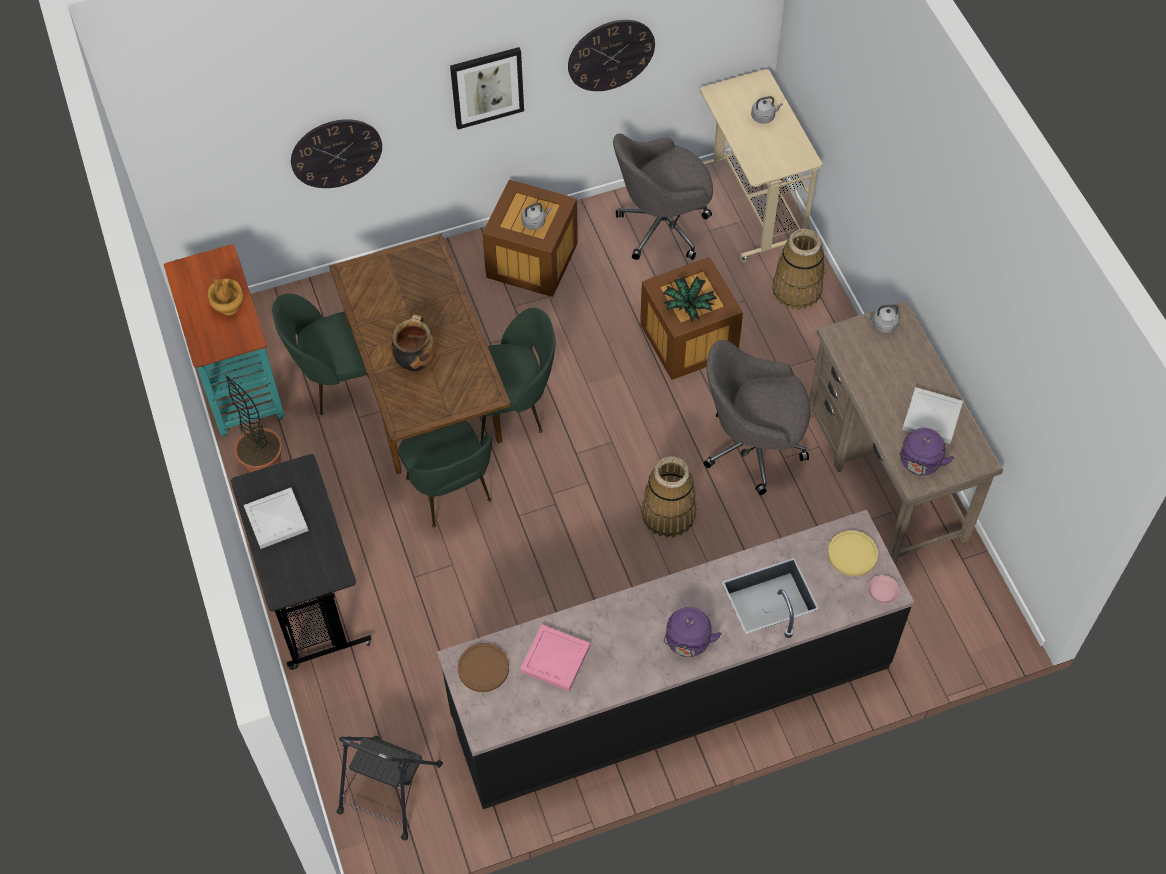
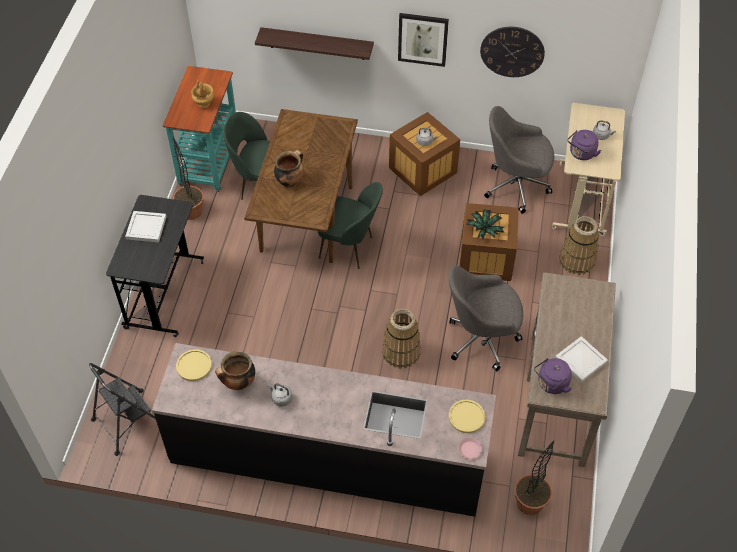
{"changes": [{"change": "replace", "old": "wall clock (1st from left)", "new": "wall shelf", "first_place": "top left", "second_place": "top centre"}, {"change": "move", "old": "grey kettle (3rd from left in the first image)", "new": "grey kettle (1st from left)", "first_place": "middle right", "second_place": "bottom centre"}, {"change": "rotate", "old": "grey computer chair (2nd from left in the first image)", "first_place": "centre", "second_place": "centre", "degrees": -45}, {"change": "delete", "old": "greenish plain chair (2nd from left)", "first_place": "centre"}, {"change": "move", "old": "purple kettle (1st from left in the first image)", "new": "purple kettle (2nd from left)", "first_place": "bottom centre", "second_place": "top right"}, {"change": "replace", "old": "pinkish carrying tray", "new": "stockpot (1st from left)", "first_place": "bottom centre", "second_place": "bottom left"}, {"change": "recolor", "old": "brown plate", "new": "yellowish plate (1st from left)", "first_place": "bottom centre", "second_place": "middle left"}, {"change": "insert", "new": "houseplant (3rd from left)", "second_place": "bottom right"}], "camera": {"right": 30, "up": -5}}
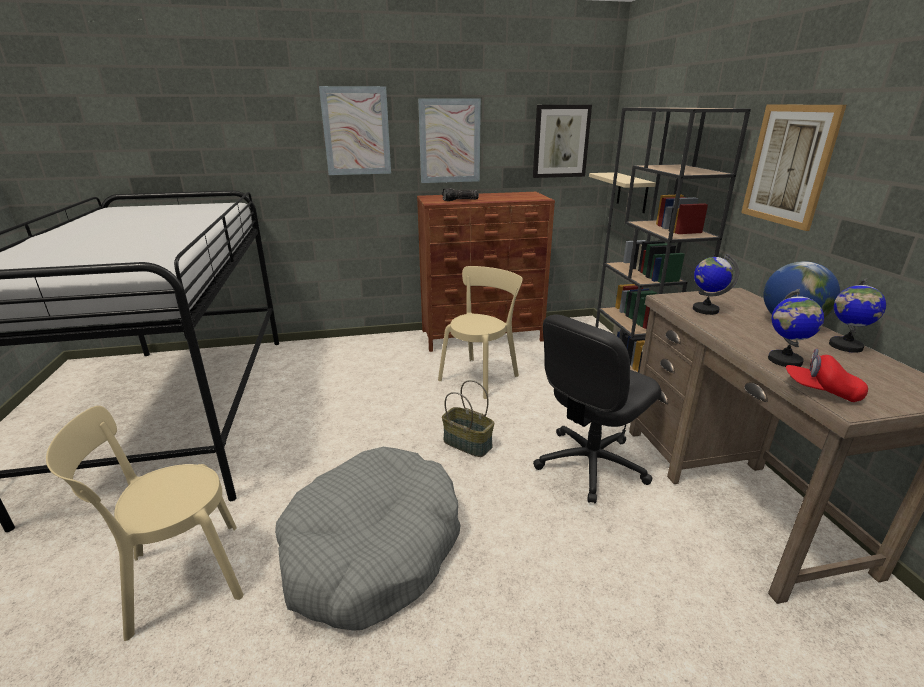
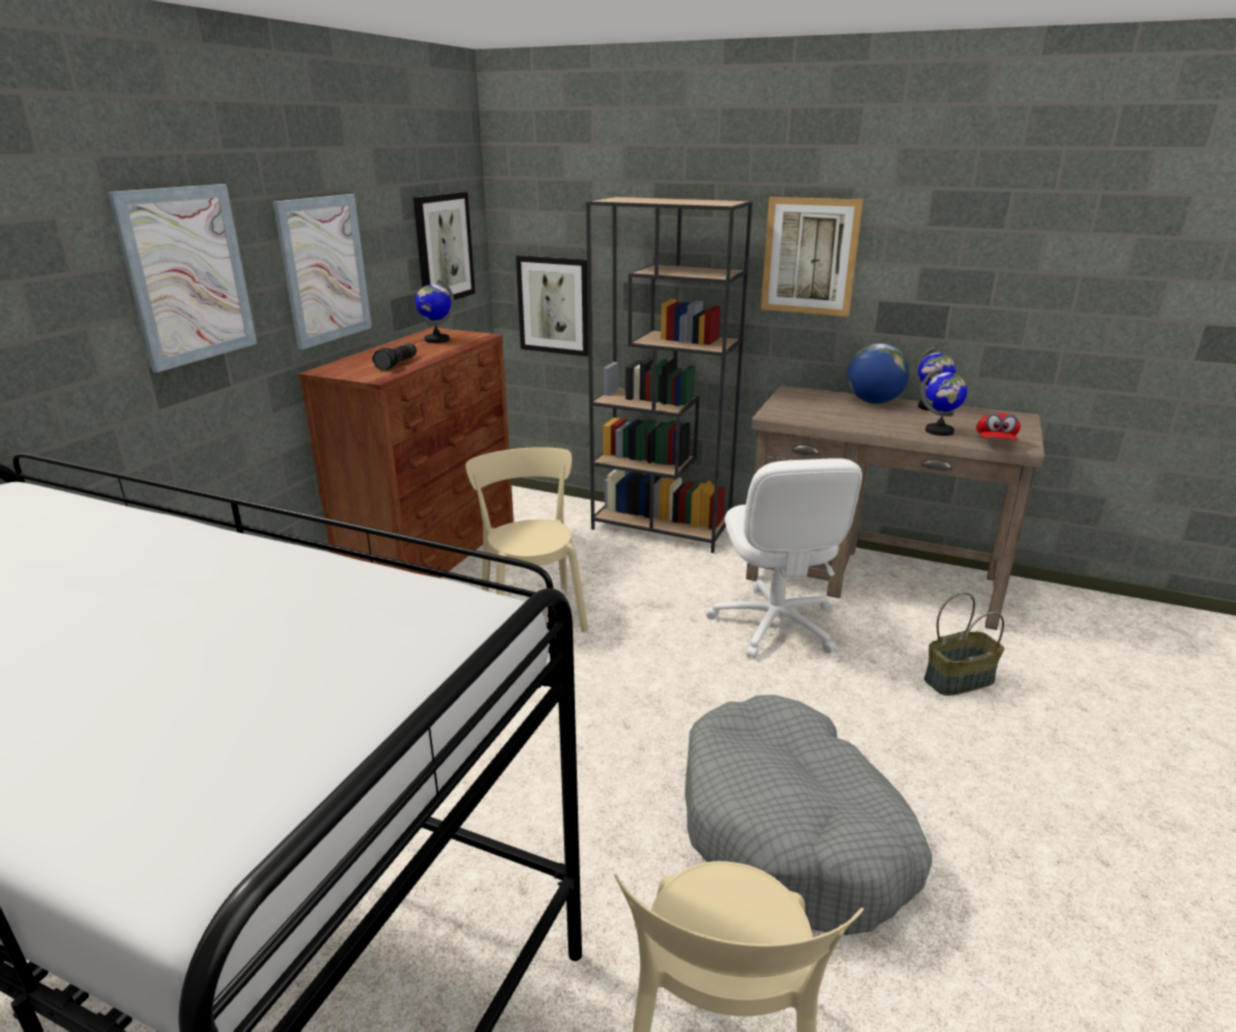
{"changes": [{"change": "replace", "old": "beige-coloured wall shelf", "new": "wall picture (4th from left)", "first_place": "top right", "second_place": "top centre"}, {"change": "move", "old": "globe (1st from left)", "first_place": "middle right", "second_place": "top centre"}, {"change": "recolor", "old": "black computer chair", "new": "whitish computer chair", "first_place": "centre", "second_place": "centre"}, {"change": "rotate", "old": "red-coloured cap", "first_place": "middle right", "second_place": "middle right", "degrees": -45}, {"change": "move", "old": "household basket", "first_place": "centre", "second_place": "middle right"}], "camera": {"right": -55, "up": 0}}
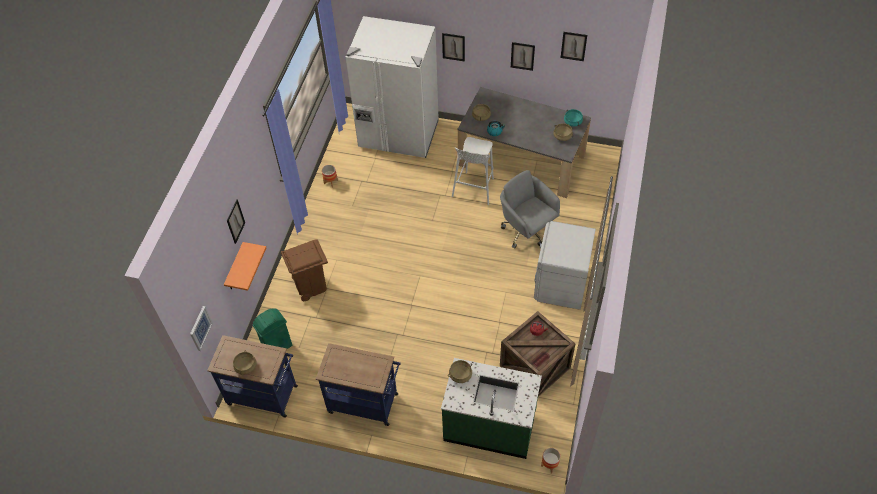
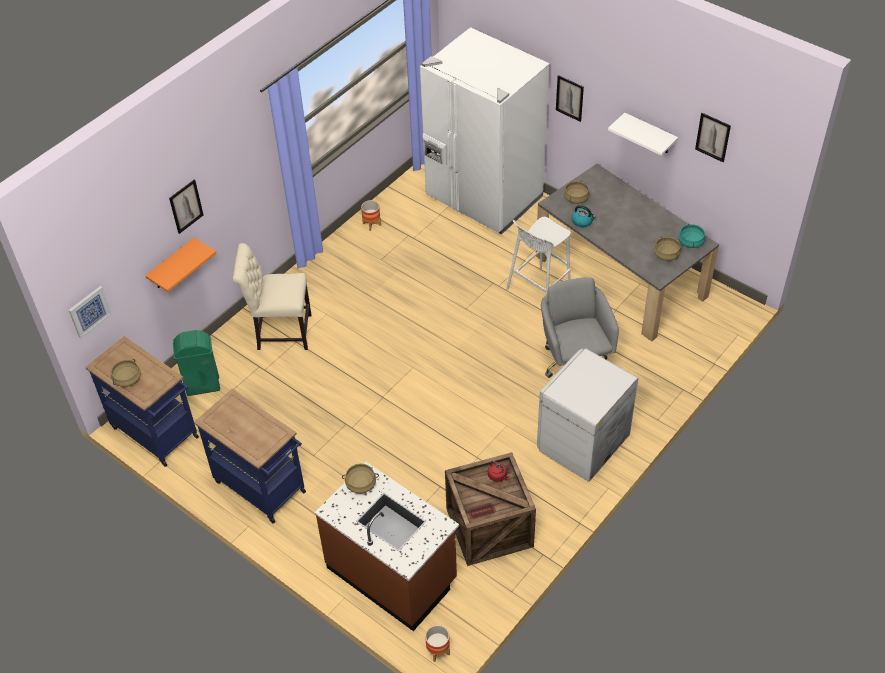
{"changes": [{"change": "replace", "old": "wall picture (4th from left)", "new": "whitish wall shelf", "first_place": "top centre", "second_place": "top right"}, {"change": "replace", "old": "brown rubbish bin", "new": "beige-coloured plain chair", "first_place": "centre", "second_place": "middle left"}, {"change": "recolor", "old": "greenish kitchen base unit", "new": "brown kitchen base unit", "first_place": "bottom centre", "second_place": "bottom centre"}], "camera": {"right": 25, "up": -5}}
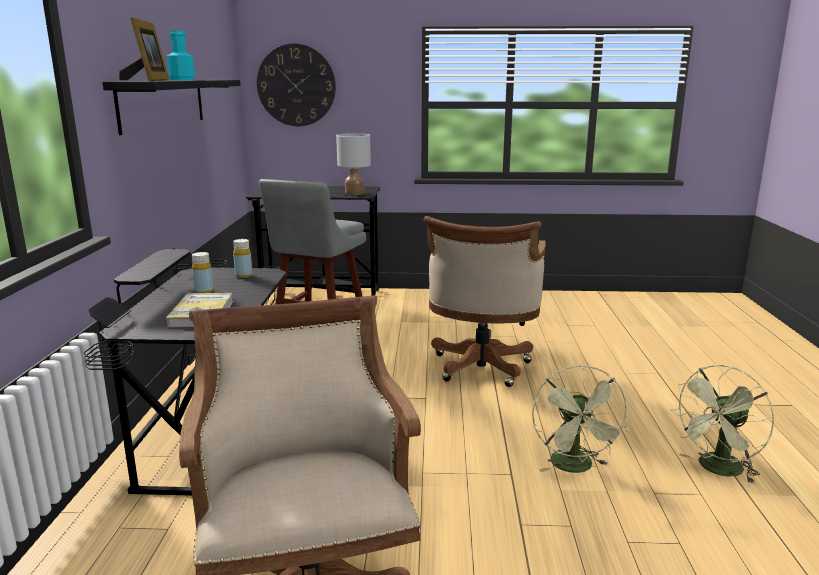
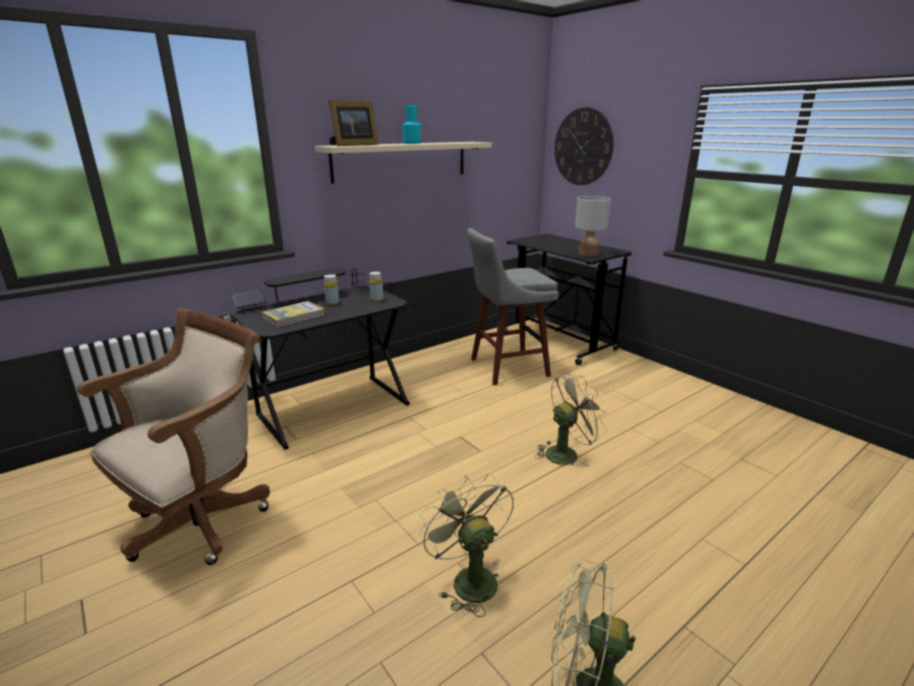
{"changes": [{"change": "recolor", "old": "black wall shelf", "new": "beige-coloured wall shelf", "first_place": "top left", "second_place": "top centre"}, {"change": "replace", "old": "computer chair (2nd from left)", "new": "beige-coloured fan", "first_place": "centre", "second_place": "centre"}, {"change": "rotate", "old": "greenish fan (1st from left)", "first_place": "bottom right", "second_place": "bottom centre", "degrees": 105}], "camera": {"right": 50, "up": 5}}
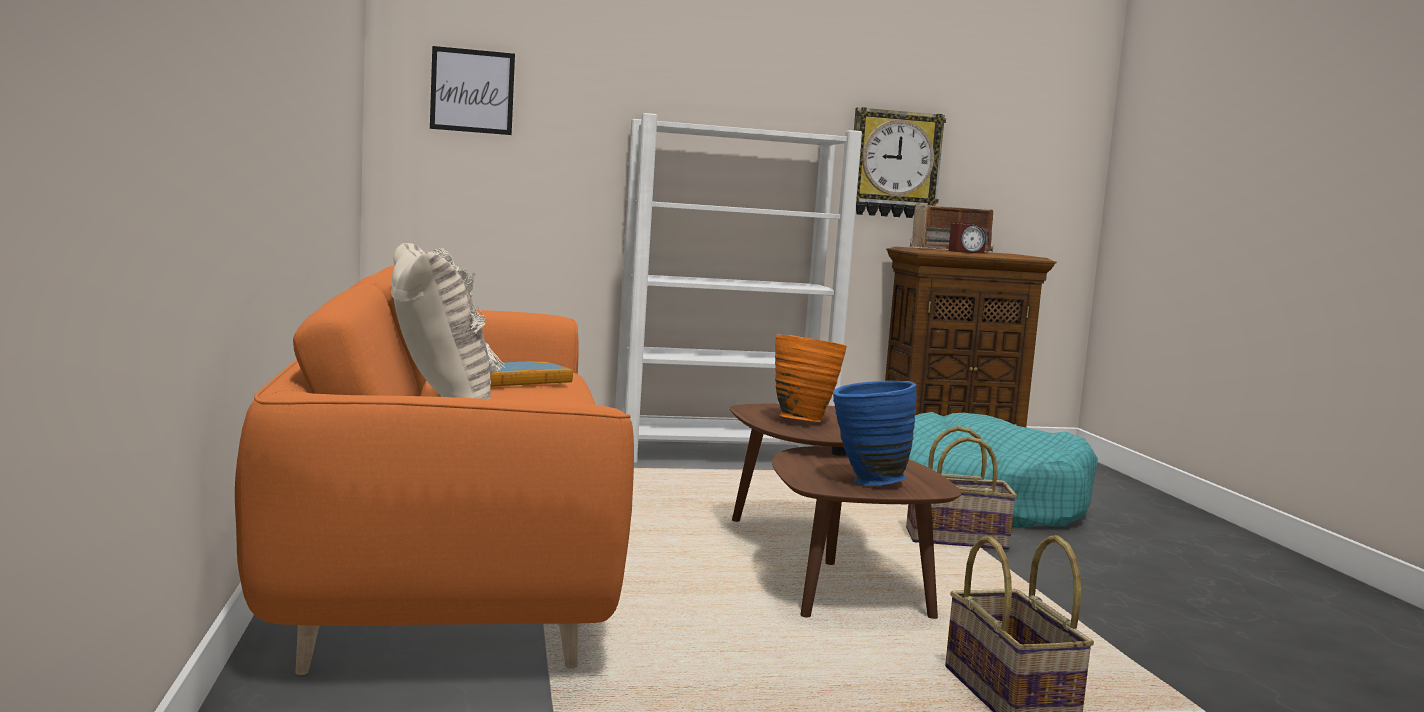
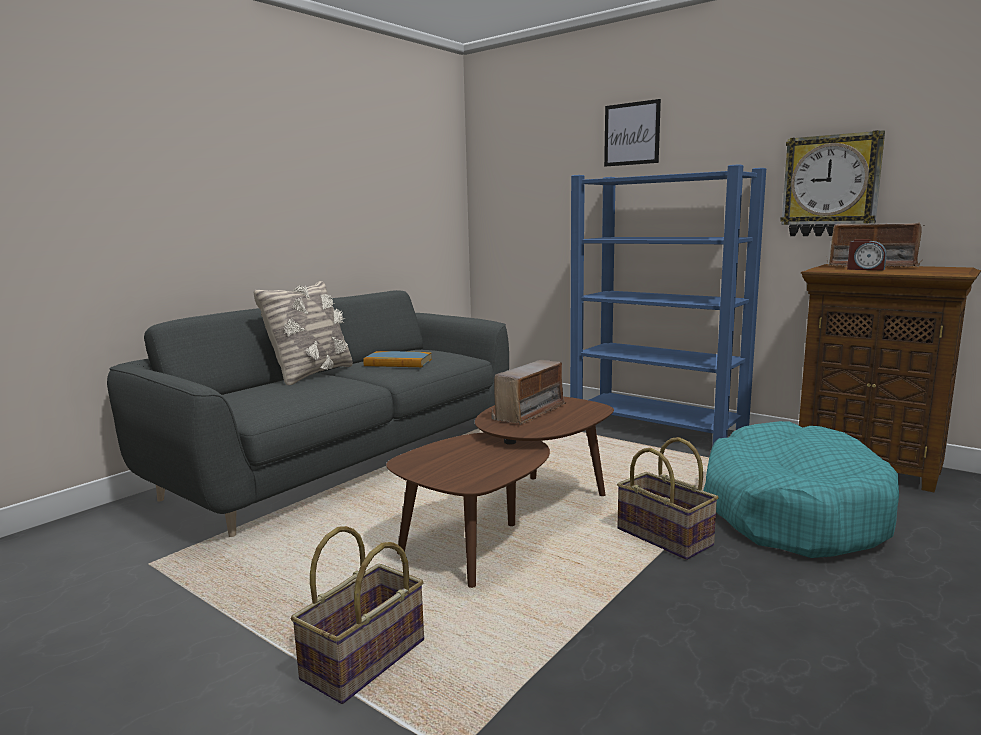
{"changes": [{"change": "move", "old": "wall picture", "first_place": "top left", "second_place": "top centre"}, {"change": "recolor", "old": "whitish bookcase", "new": "blue-coloured bookcase", "first_place": "centre", "second_place": "middle right"}, {"change": "recolor", "old": "orangey settee", "new": "grey settee", "first_place": "middle left", "second_place": "middle left"}, {"change": "replace", "old": "orangey flower vase", "new": "radio set (1st from left)", "first_place": "centre", "second_place": "centre"}, {"change": "delete", "old": "blue-coloured flower vase", "first_place": "centre"}], "camera": {"right": 50, "up": 5}}
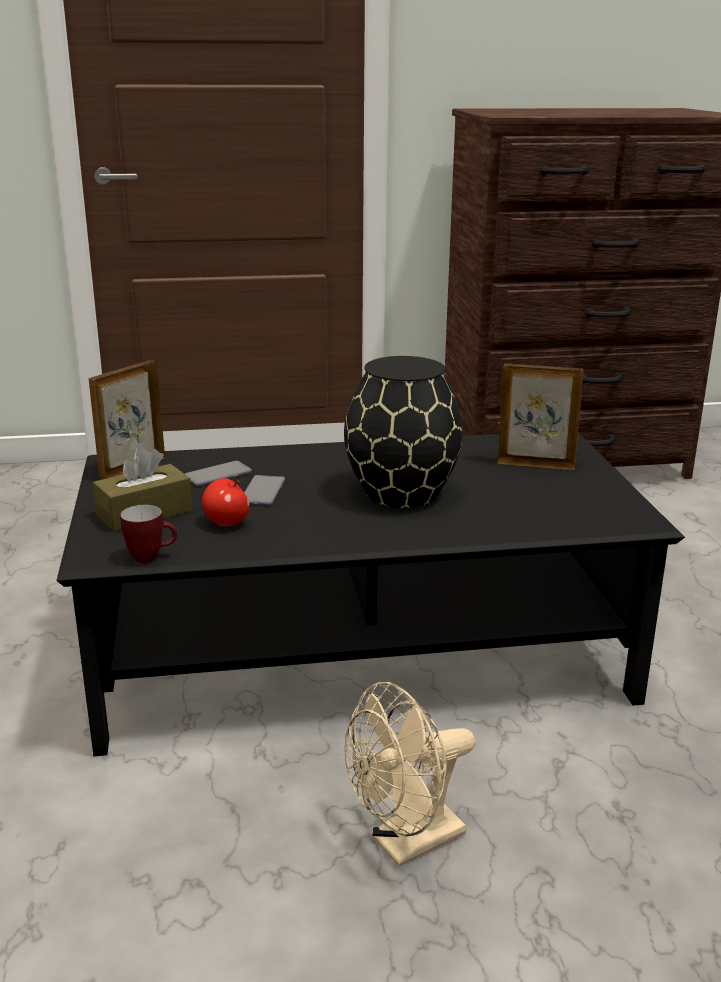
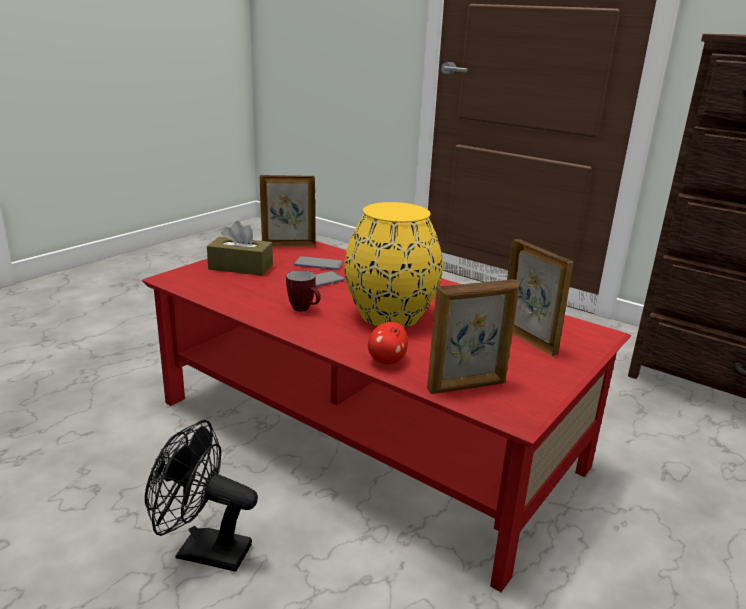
{"changes": [{"change": "recolor", "old": "black flower vase", "new": "yellowish flower vase", "first_place": "centre", "second_place": "centre"}, {"change": "recolor", "old": "black low table", "new": "red-coloured low table", "first_place": "centre", "second_place": "bottom centre"}, {"change": "move", "old": "apple fruit", "first_place": "middle left", "second_place": "centre"}, {"change": "move", "old": "mug", "first_place": "middle left", "second_place": "centre"}, {"change": "recolor", "old": "beige-coloured fan", "new": "black fan", "first_place": "bottom centre", "second_place": "bottom left"}, {"change": "insert", "new": "picture frame (2nd from left)", "second_place": "centre"}], "camera": {"right": 45, "up": 0}}
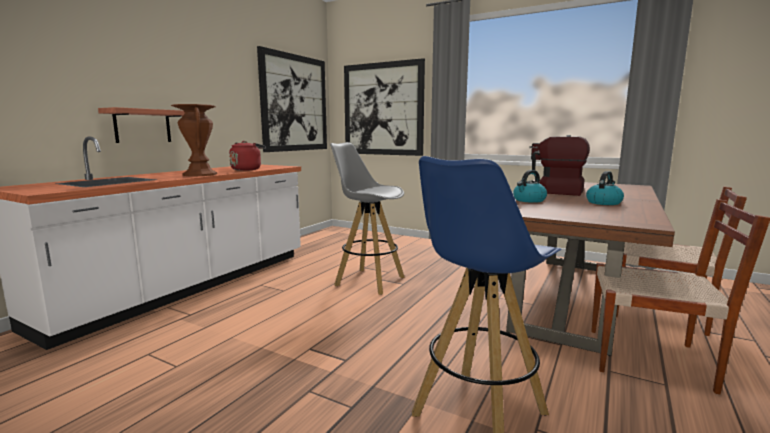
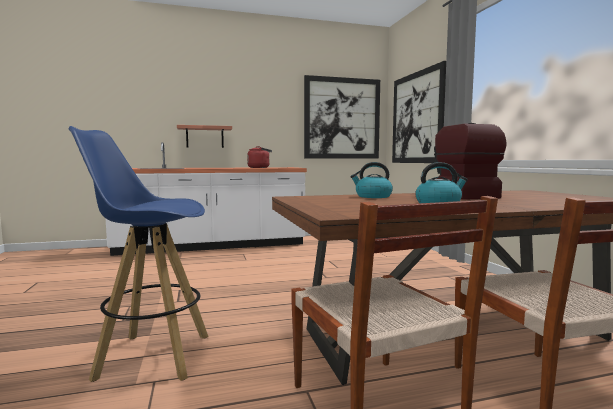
{"changes": [{"change": "delete", "old": "brown flower vase", "first_place": "top left"}, {"change": "delete", "old": "grey stool", "first_place": "centre"}], "camera": {"right": 45, "up": -5}}
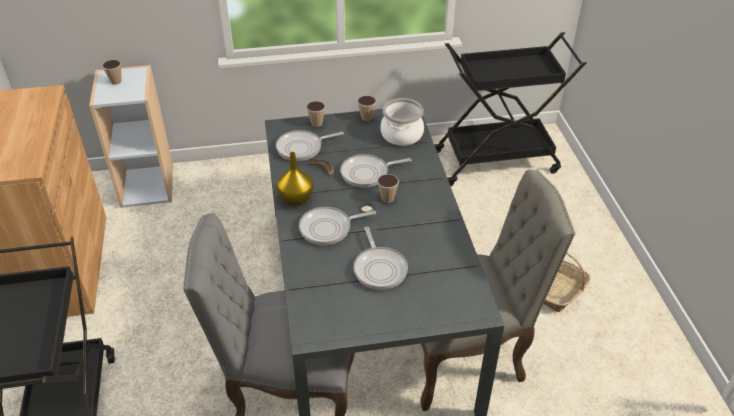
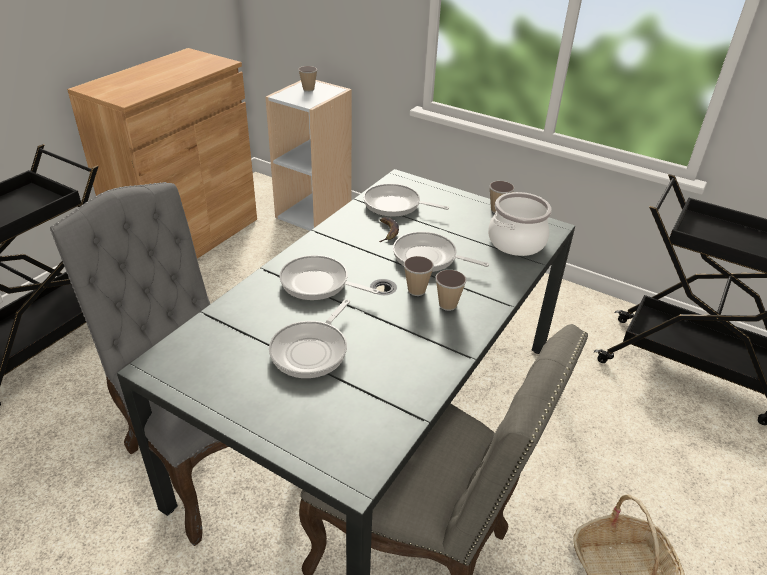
{"changes": [{"change": "move", "old": "drinking cup (2nd from left in the first image)", "new": "drinking cup (3rd from left)", "first_place": "top centre", "second_place": "centre"}, {"change": "delete", "old": "yellowish flower vase", "first_place": "centre"}], "camera": {"right": 40, "up": -5}}
